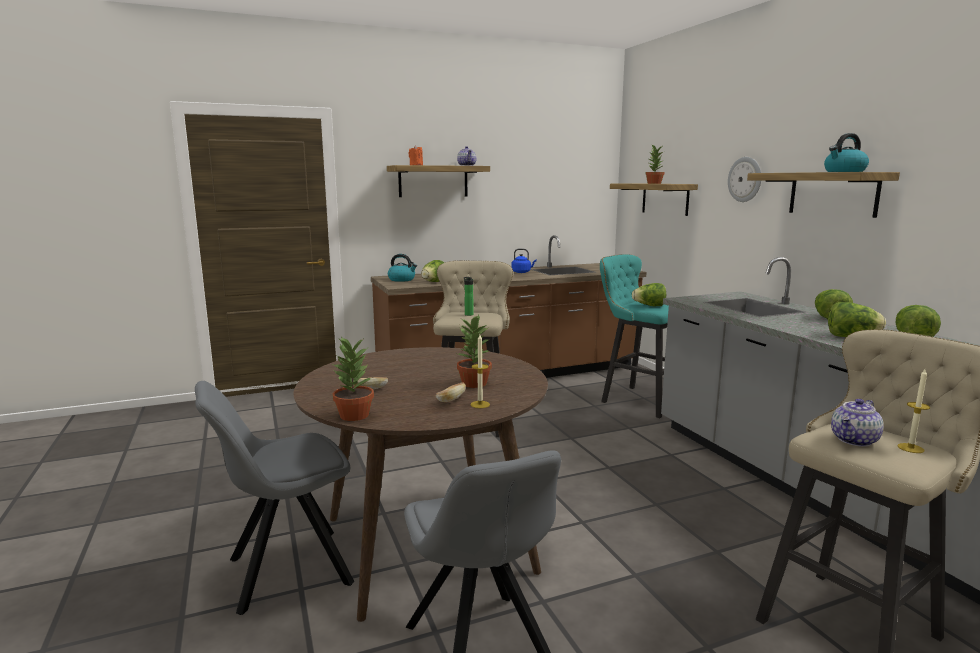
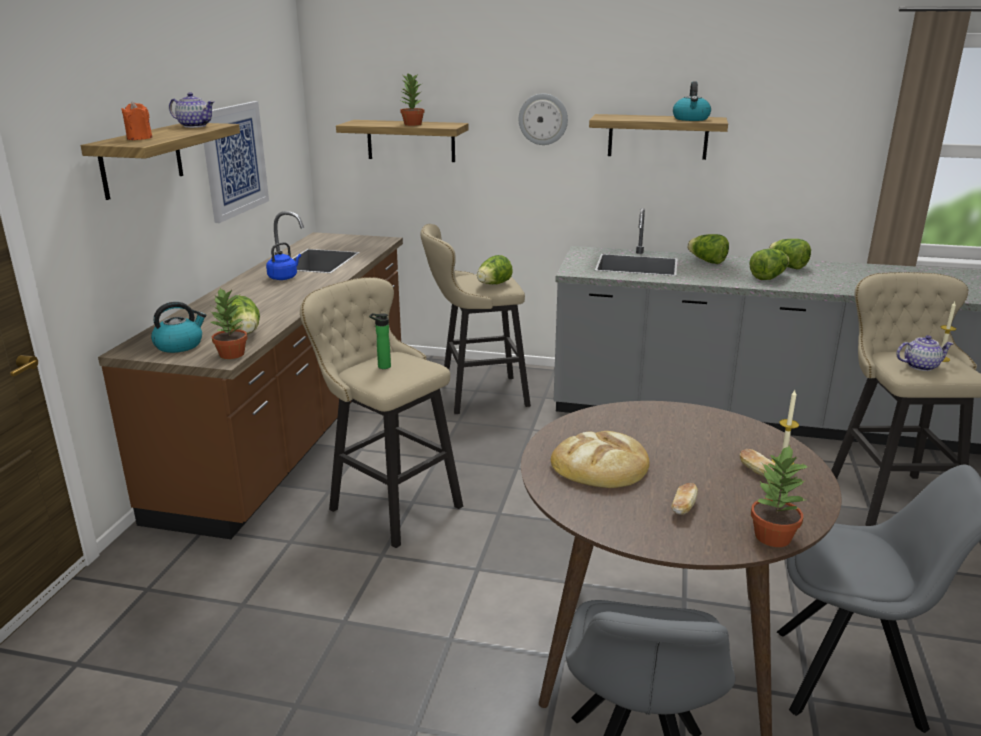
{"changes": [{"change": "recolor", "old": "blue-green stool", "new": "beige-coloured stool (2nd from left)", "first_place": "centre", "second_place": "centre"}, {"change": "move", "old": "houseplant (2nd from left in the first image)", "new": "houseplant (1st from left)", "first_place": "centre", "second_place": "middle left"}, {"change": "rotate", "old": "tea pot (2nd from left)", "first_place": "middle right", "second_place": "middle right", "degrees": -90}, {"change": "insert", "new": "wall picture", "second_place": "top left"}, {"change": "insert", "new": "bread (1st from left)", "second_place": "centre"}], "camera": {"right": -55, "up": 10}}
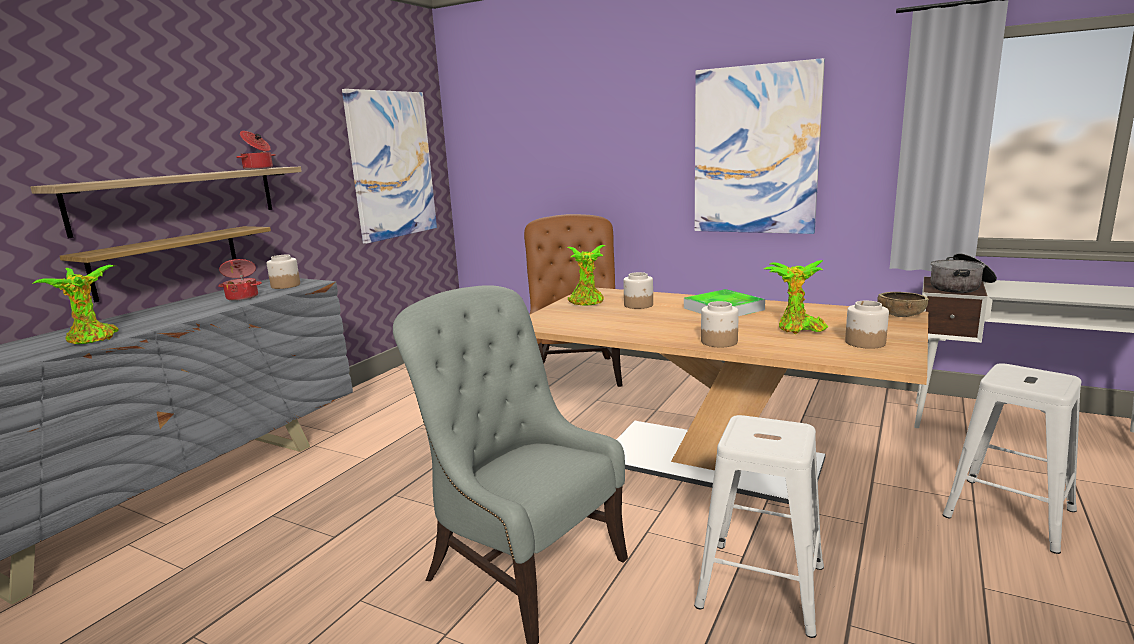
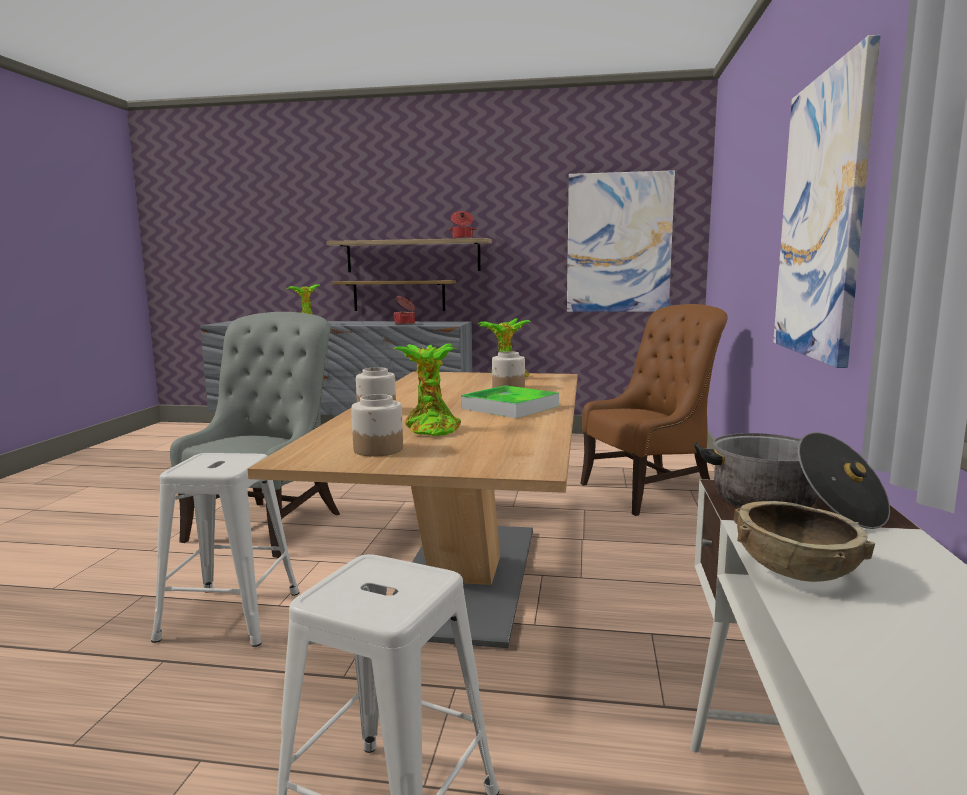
{"changes": [{"change": "delete", "old": "storage jar (1st from left)", "first_place": "middle left"}, {"change": "move", "old": "brown deep dish", "first_place": "middle right", "second_place": "bottom right"}], "camera": {"right": 70, "up": -5}}
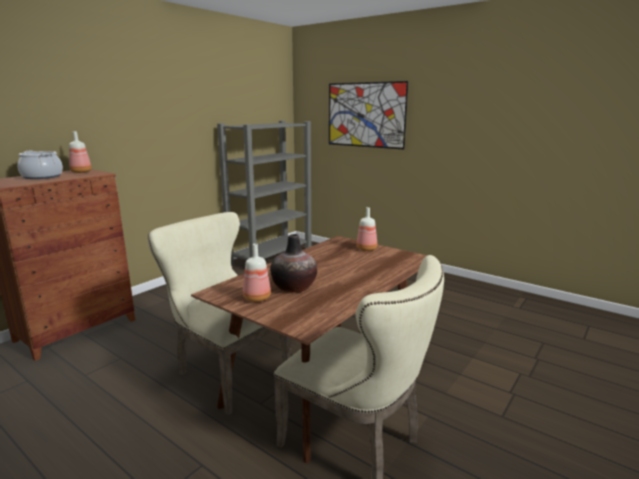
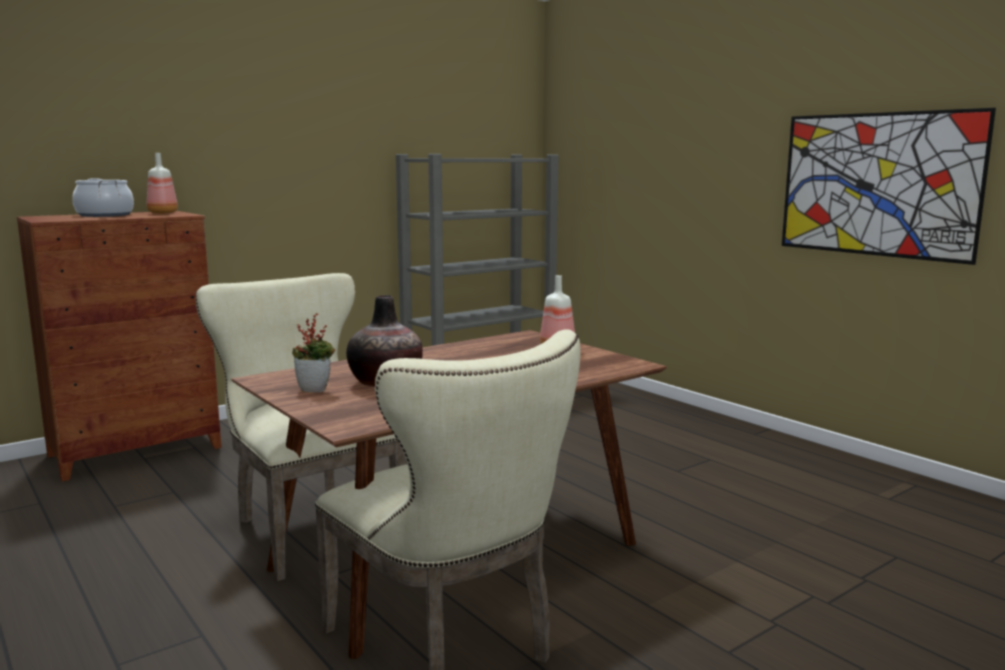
{"changes": [{"change": "move", "old": "wall picture", "first_place": "top centre", "second_place": "top right"}, {"change": "replace", "old": "drink bottle (2nd from left)", "new": "houseplant", "first_place": "centre", "second_place": "middle left"}], "camera": {"right": 15, "up": -5}}
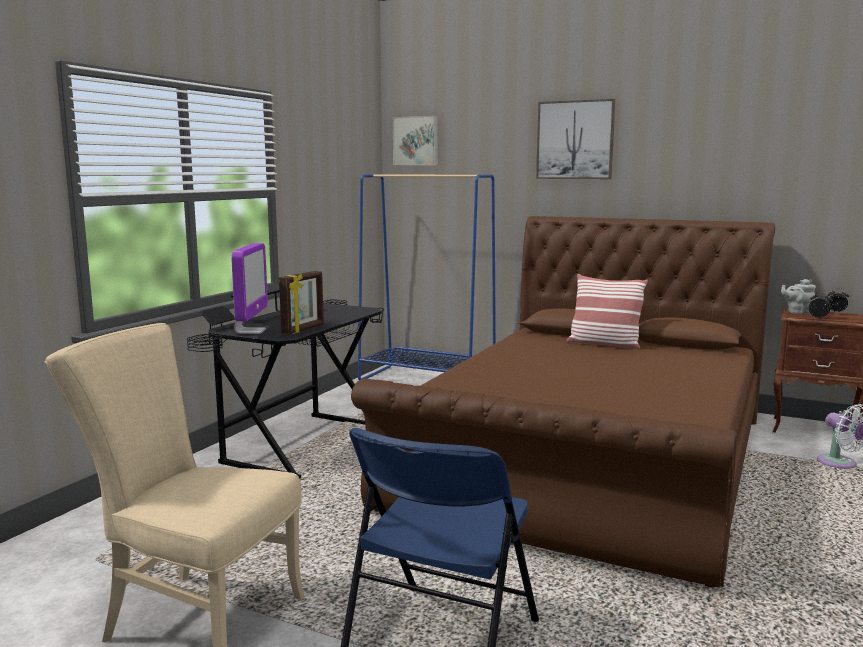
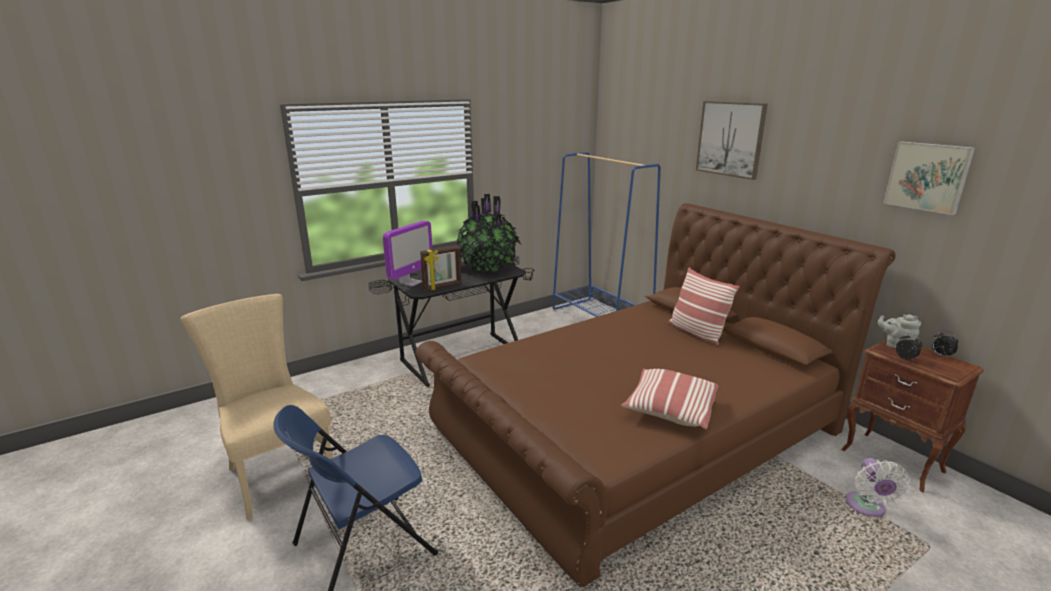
{"changes": [{"change": "move", "old": "wall picture (1st from left in the first image)", "new": "wall picture (2nd from left)", "first_place": "top centre", "second_place": "top right"}, {"change": "insert", "new": "houseplant", "second_place": "centre"}, {"change": "insert", "new": "throw pillow (1st from left)", "second_place": "bottom centre"}], "camera": {"right": 30, "up": 10}}
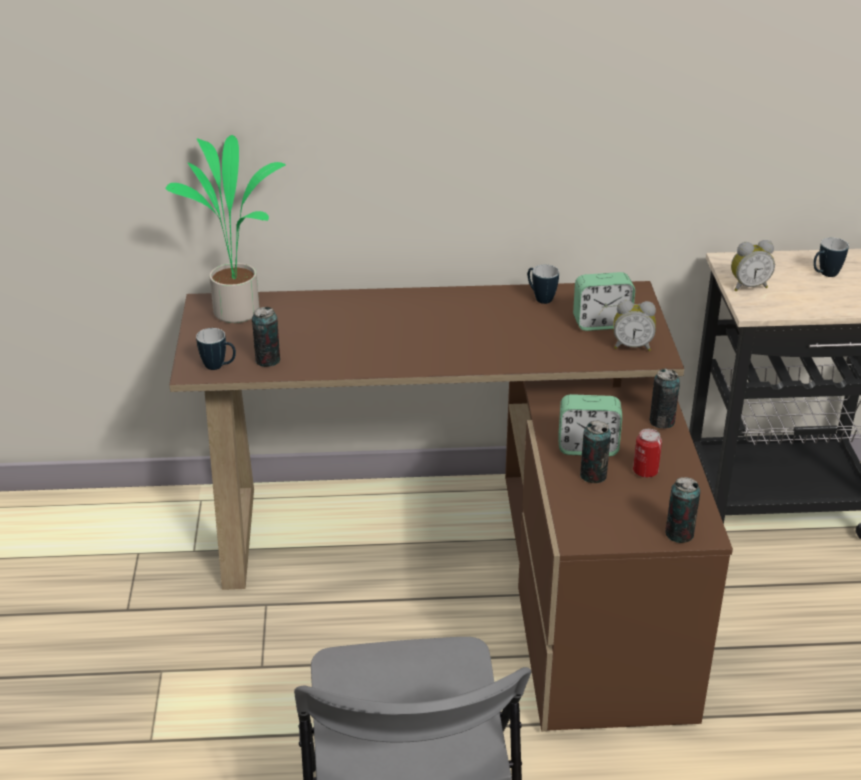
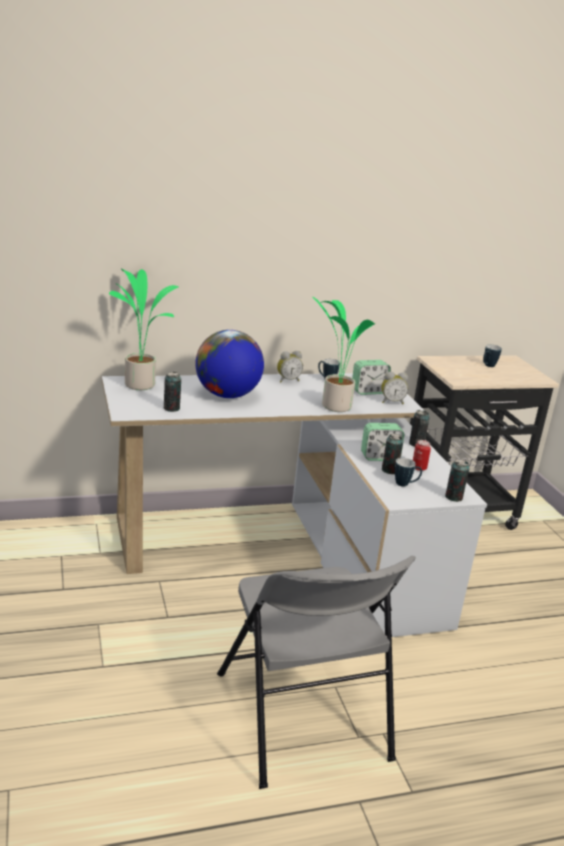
{"changes": [{"change": "move", "old": "table clock (4th from left in the first image)", "new": "table clock (1st from left)", "first_place": "middle right", "second_place": "centre"}, {"change": "recolor", "old": "brown desk table", "new": "whitish desk table", "first_place": "centre", "second_place": "centre"}, {"change": "move", "old": "mug (1st from left in the first image)", "new": "mug (2nd from left)", "first_place": "middle left", "second_place": "middle right"}, {"change": "insert", "new": "houseplant (2nd from left)", "second_place": "centre"}, {"change": "insert", "new": "globe", "second_place": "centre"}], "camera": {"right": -15, "up": -10}}
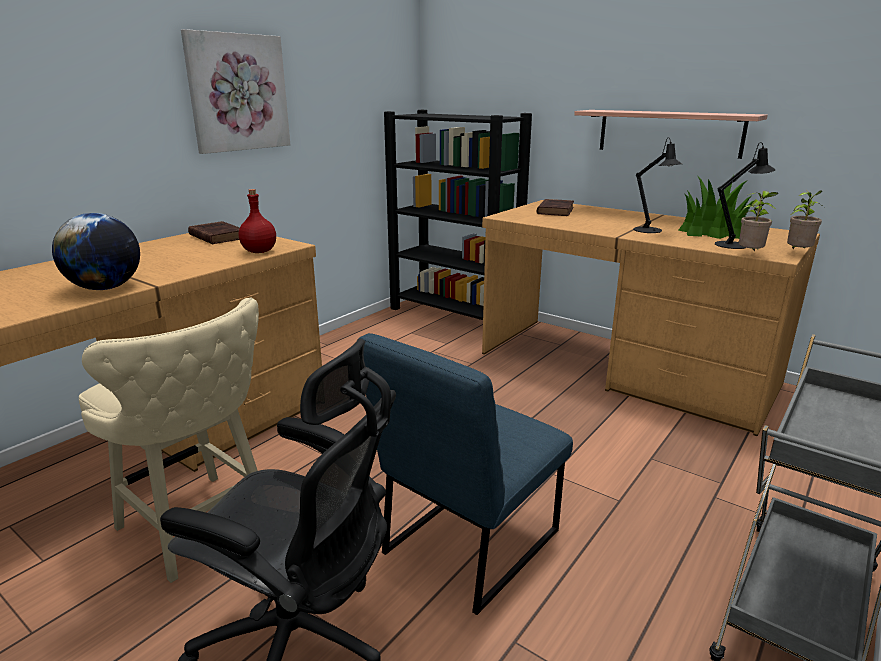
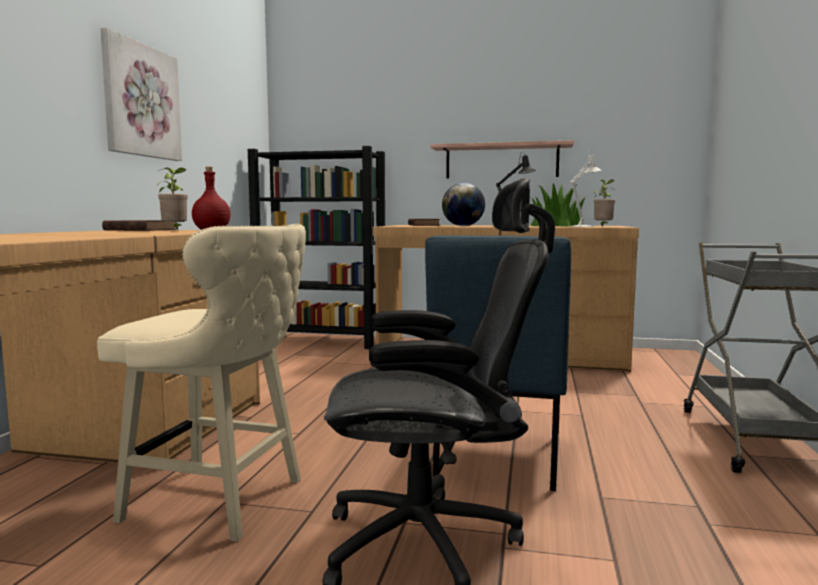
{"changes": [{"change": "recolor", "old": "black tabletop lamp (2nd from left)", "new": "whitish tabletop lamp", "first_place": "top right", "second_place": "top right"}, {"change": "move", "old": "houseplant (3rd from left in the first image)", "new": "houseplant (1st from left)", "first_place": "top right", "second_place": "middle left"}, {"change": "move", "old": "globe", "first_place": "middle left", "second_place": "centre"}], "camera": {"right": -25, "up": -15}}
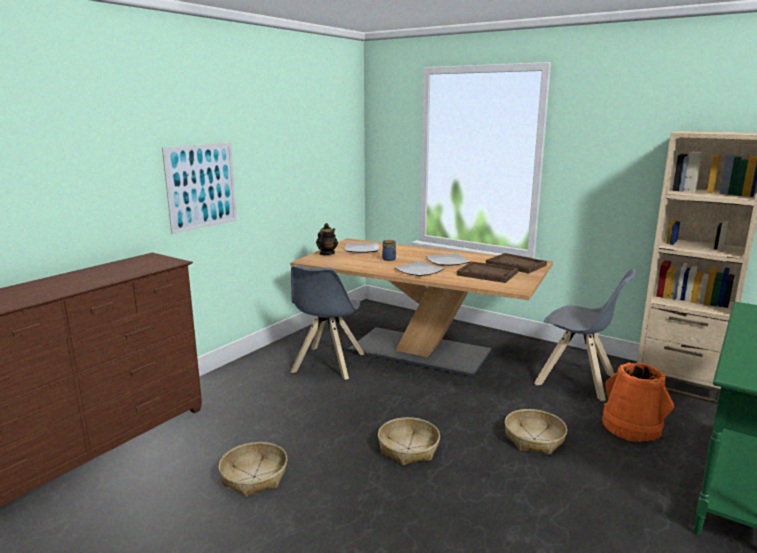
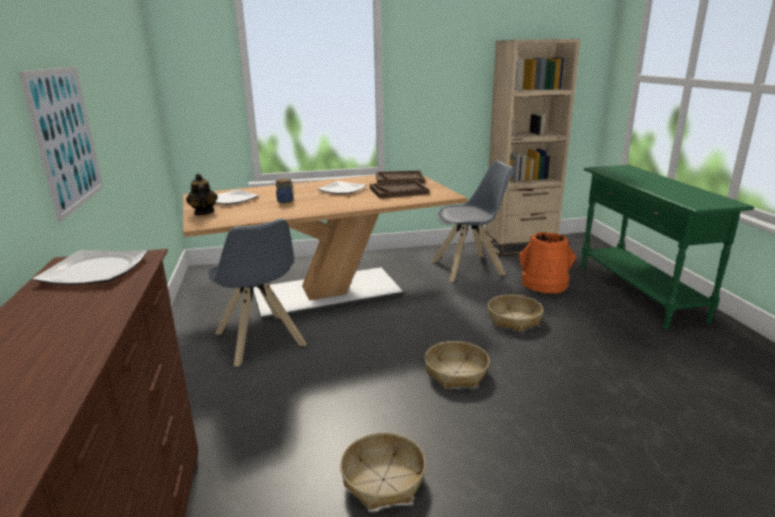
{"changes": [{"change": "move", "old": "plate (2nd from left in the first image)", "new": "plate (1st from left)", "first_place": "centre", "second_place": "middle left"}], "camera": {"right": -45, "up": 5}}
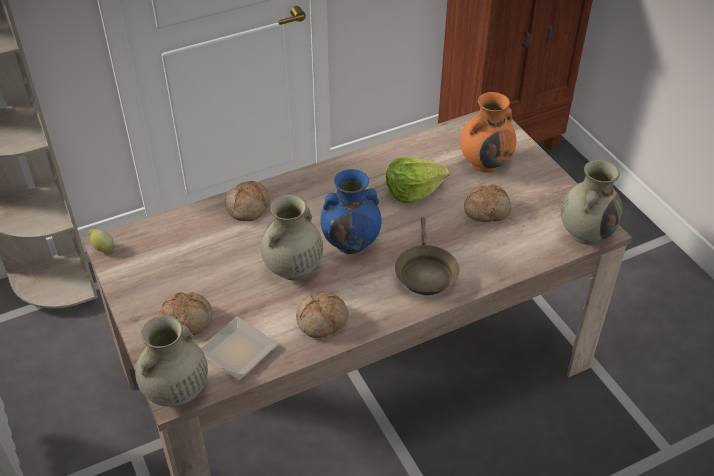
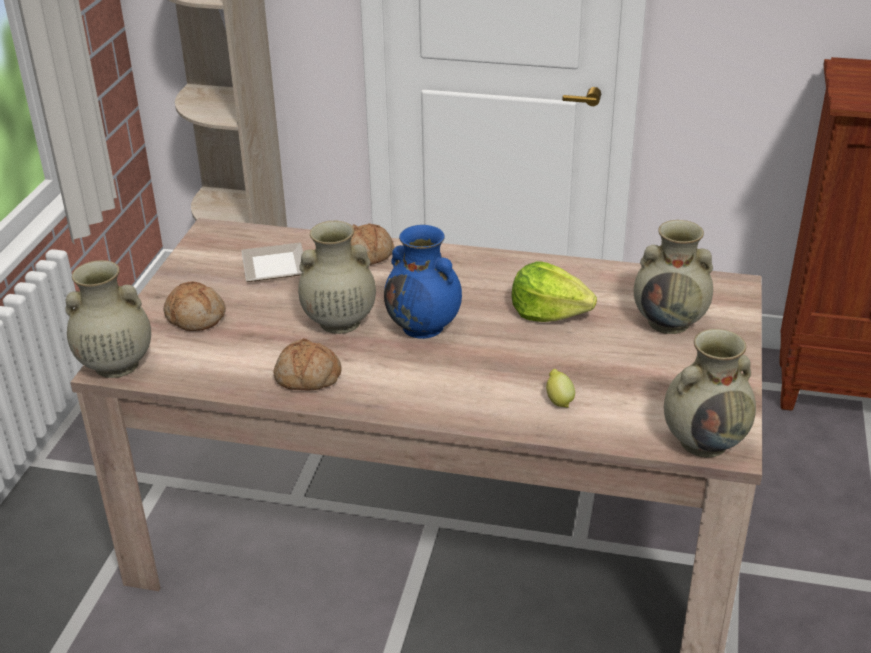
{"changes": [{"change": "recolor", "old": "orangey flower vase", "new": "beige-coloured flower vase (3rd from left)", "first_place": "top right", "second_place": "middle right"}, {"change": "delete", "old": "bread (4th from left)", "first_place": "middle right"}, {"change": "delete", "old": "brown pan", "first_place": "centre"}, {"change": "move", "old": "citrus fruit", "first_place": "middle left", "second_place": "centre"}, {"change": "move", "old": "plate", "first_place": "bottom centre", "second_place": "middle left"}], "camera": {"right": 40, "up": -10}}
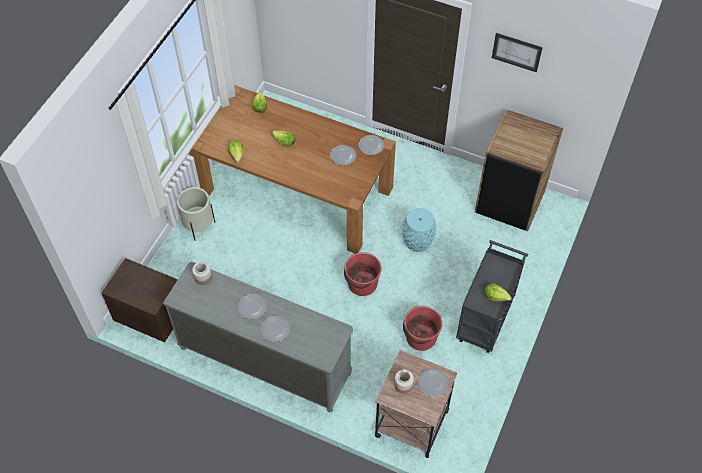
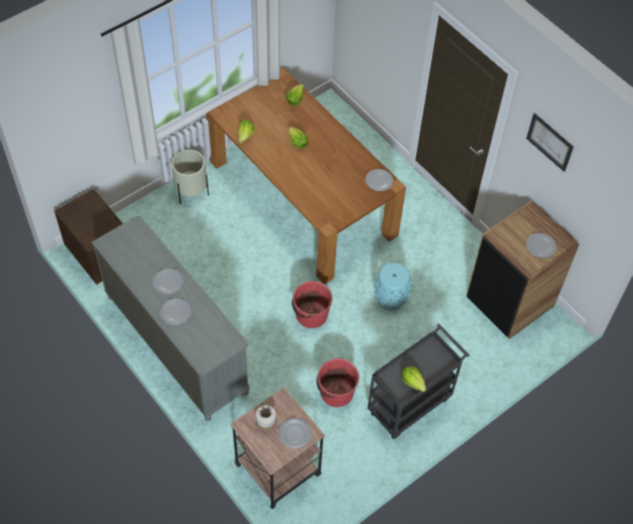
{"changes": [{"change": "move", "old": "plate (3rd from left in the first image)", "new": "plate (5th from left)", "first_place": "top centre", "second_place": "middle right"}, {"change": "delete", "old": "storage jar (1st from left)", "first_place": "middle left"}], "camera": {"right": 25, "up": 0}}
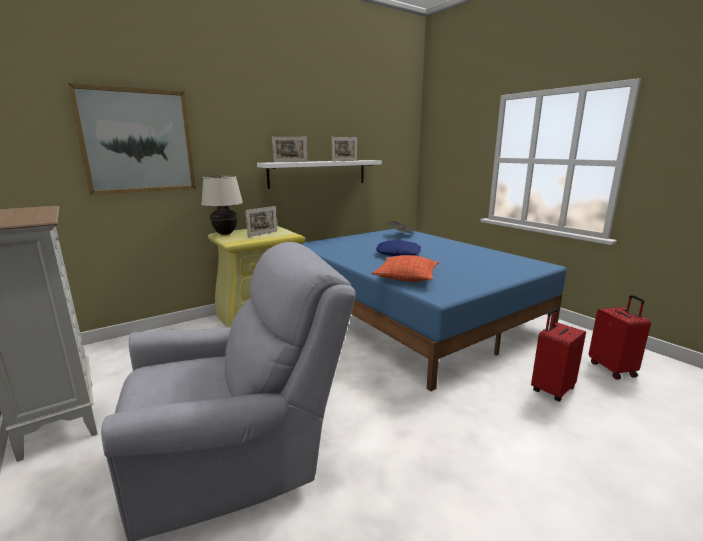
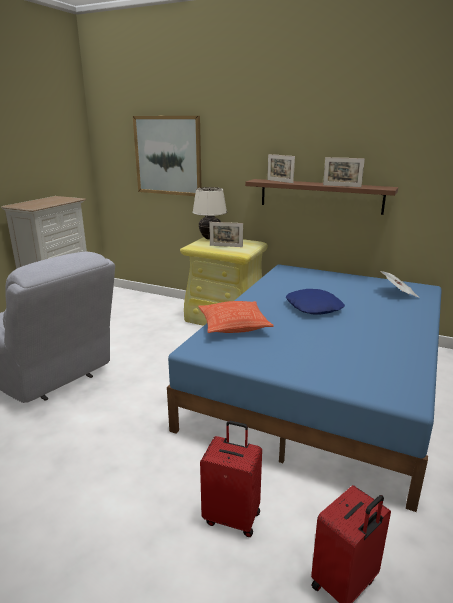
{"changes": [{"change": "recolor", "old": "whitish wall shelf", "new": "brown wall shelf", "first_place": "top centre", "second_place": "top right"}], "camera": {"right": 60, "up": 5}}
